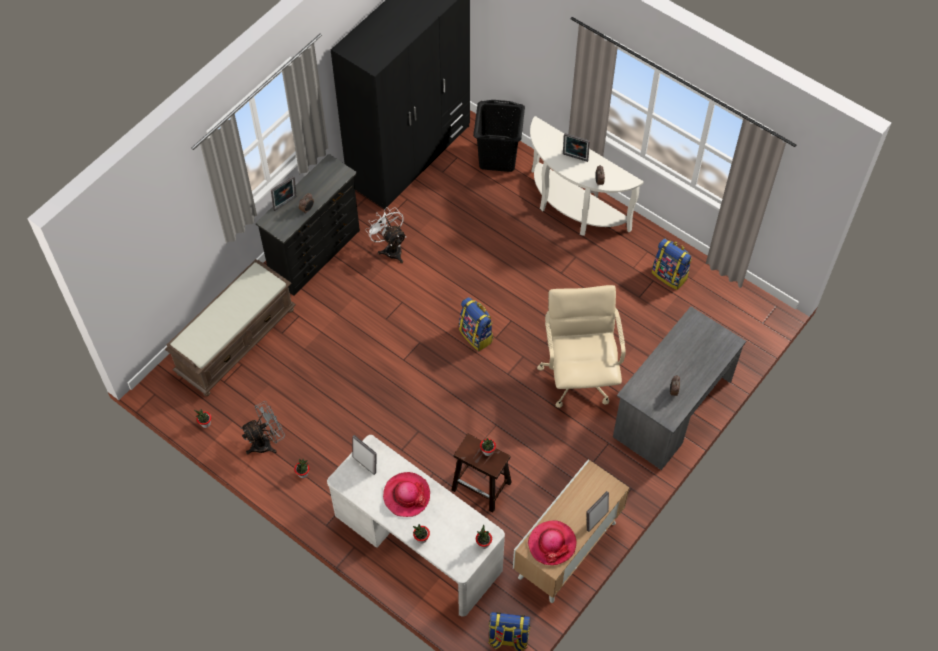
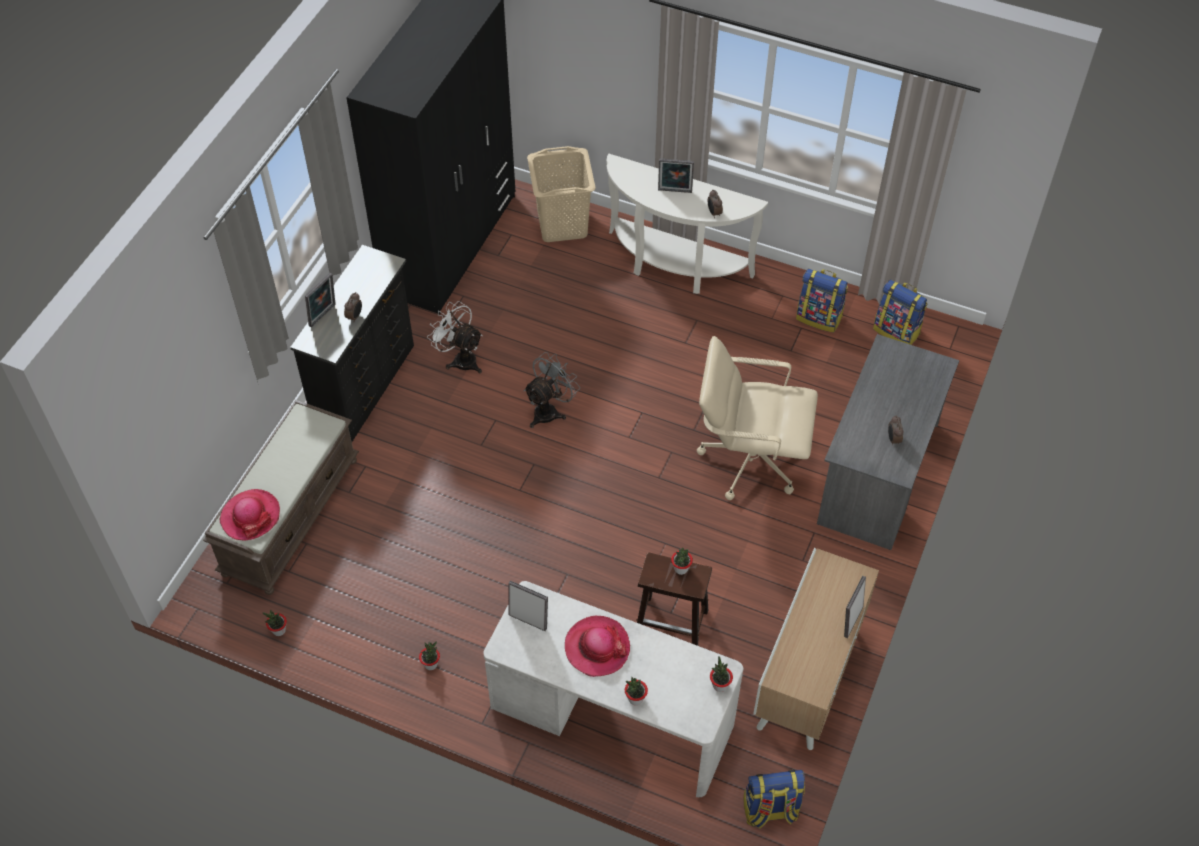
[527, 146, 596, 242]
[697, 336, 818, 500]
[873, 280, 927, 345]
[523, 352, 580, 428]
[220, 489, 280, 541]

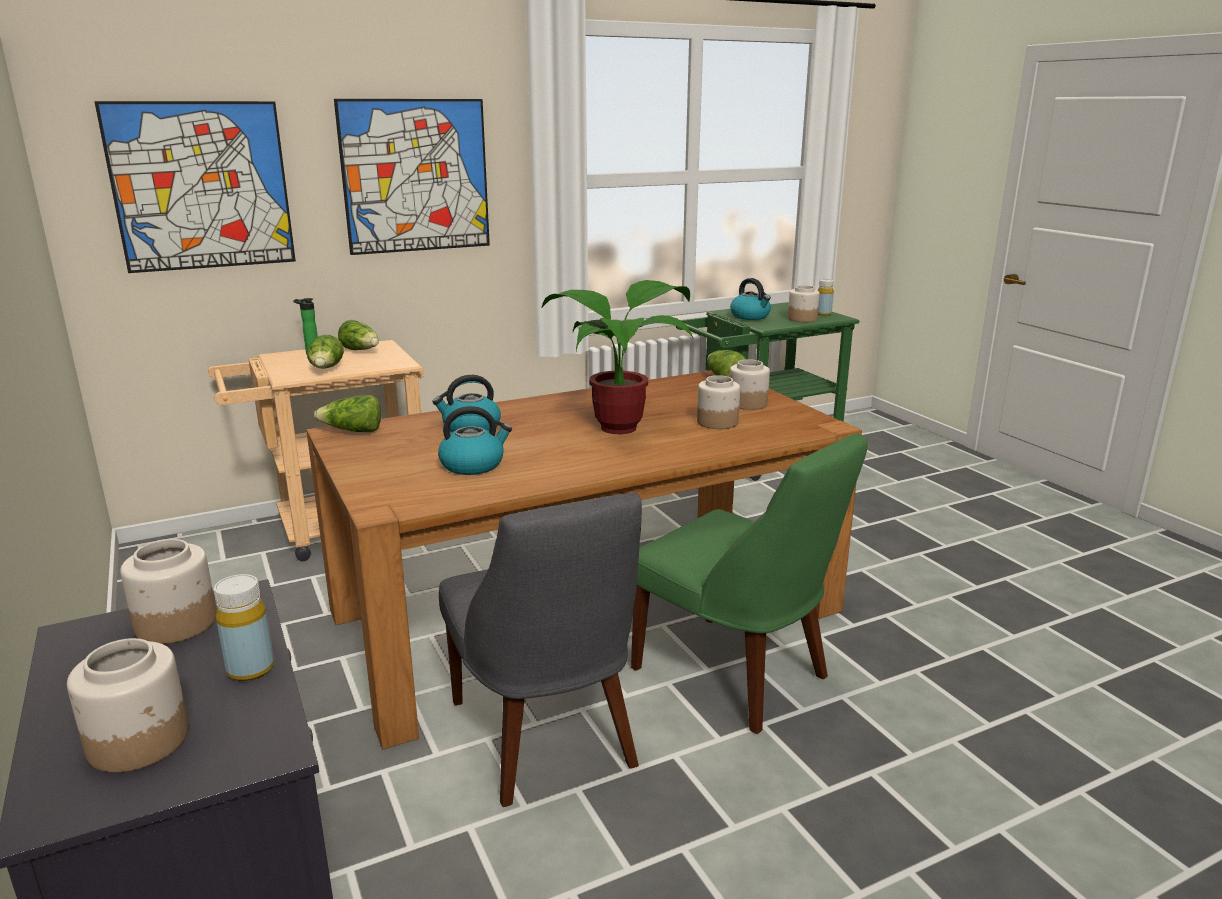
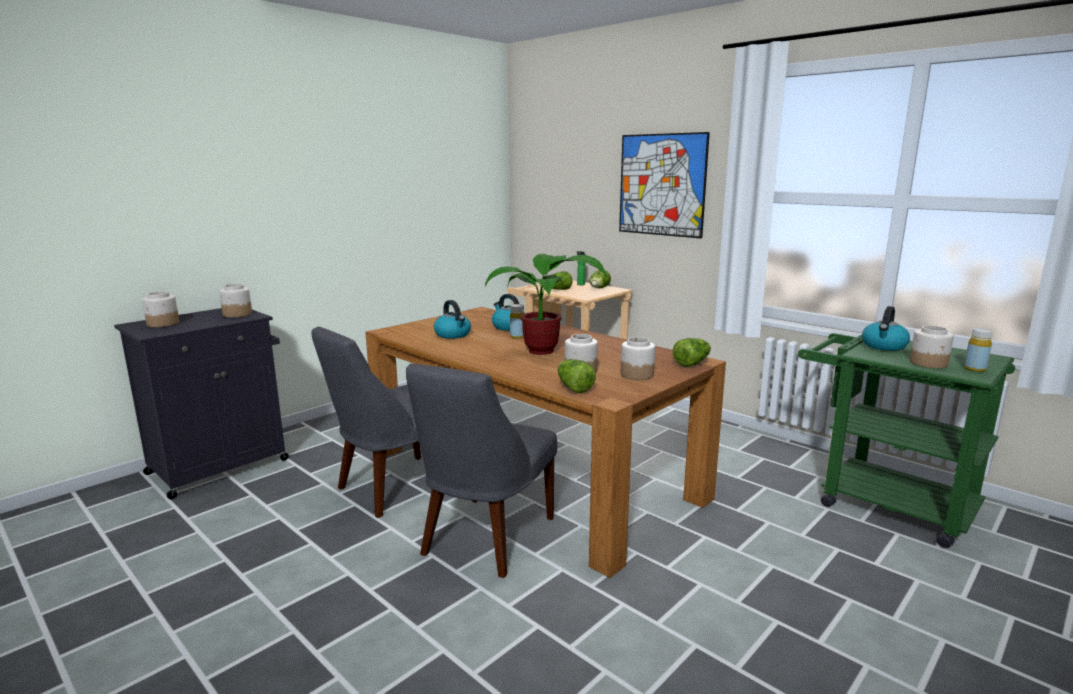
[94, 101, 296, 273] (first image)
[558, 359, 596, 393]
[406, 364, 557, 578]
[510, 304, 524, 339]

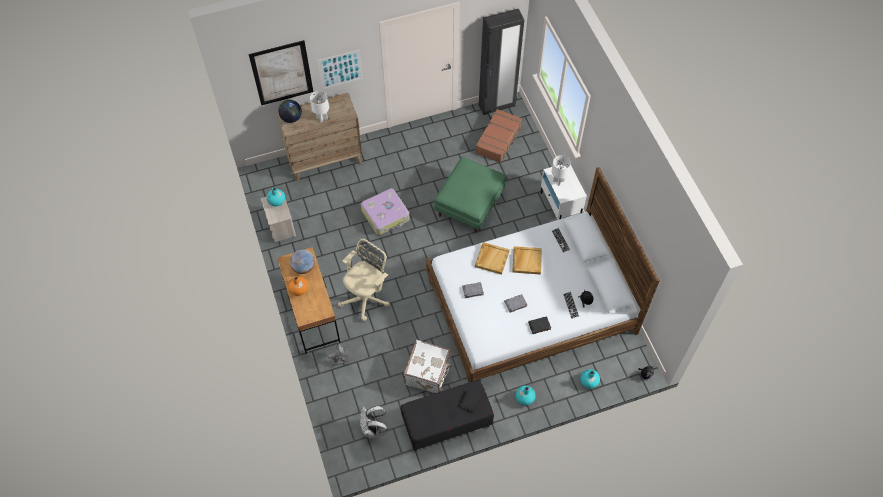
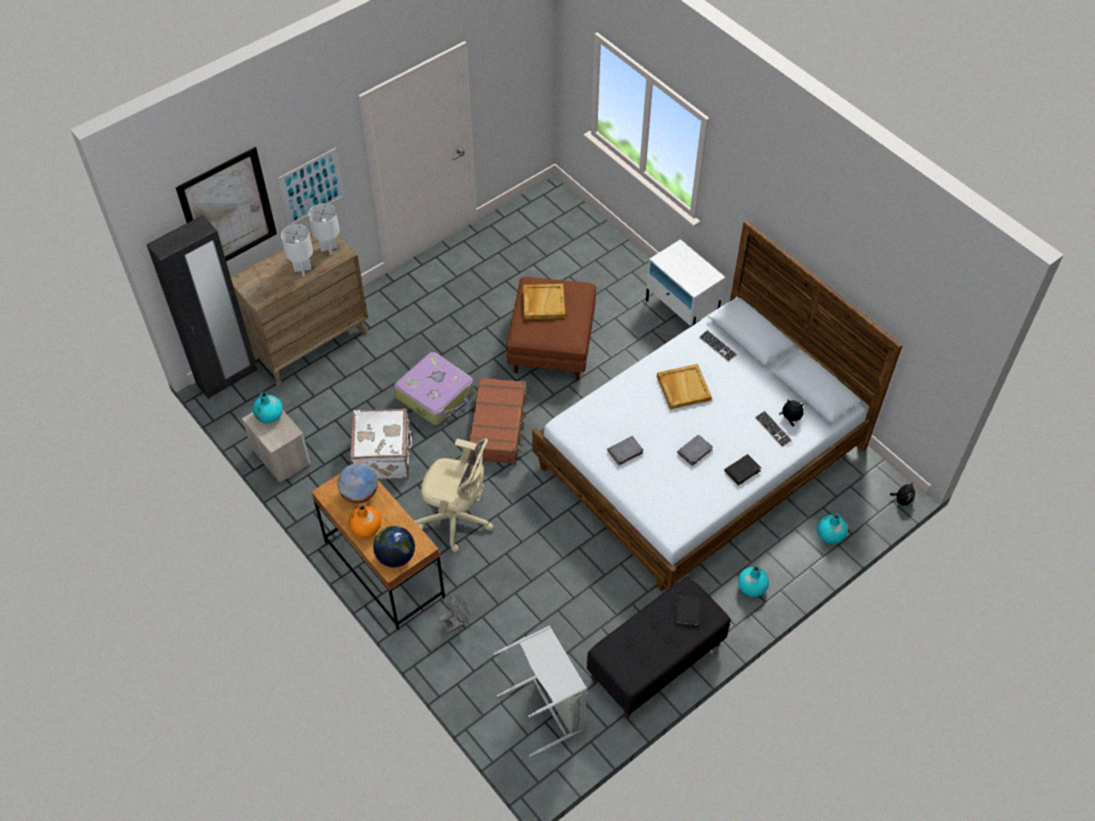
[146, 215, 257, 399]
[373, 526, 415, 567]
[469, 378, 529, 464]
[308, 203, 339, 255]
[507, 277, 596, 380]
[415, 438, 494, 553]
[523, 284, 565, 319]
[350, 409, 414, 480]
[494, 625, 587, 757]

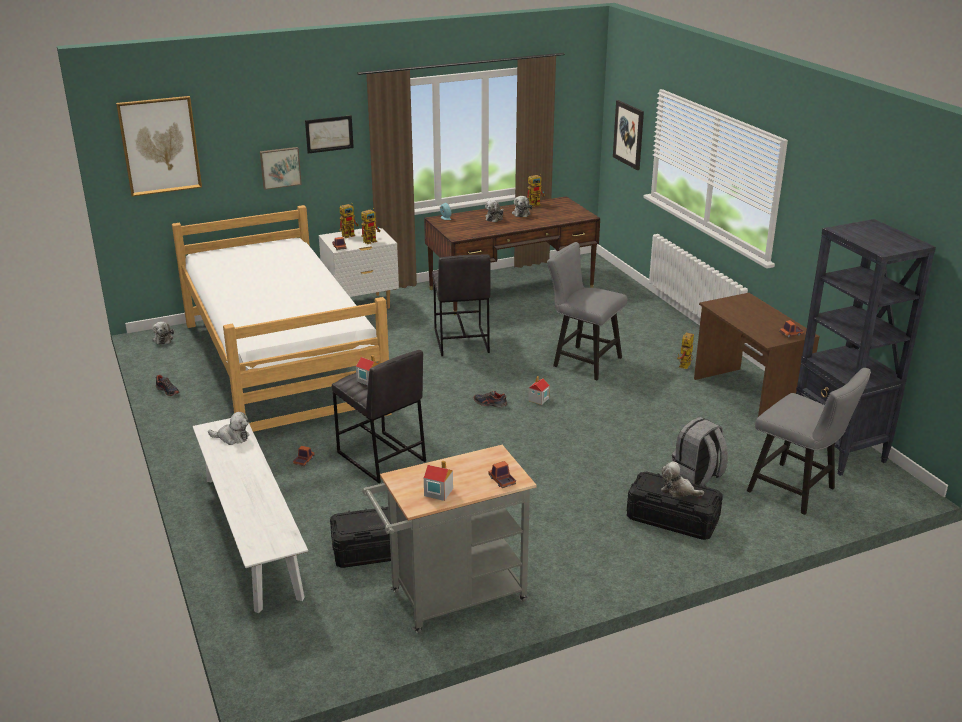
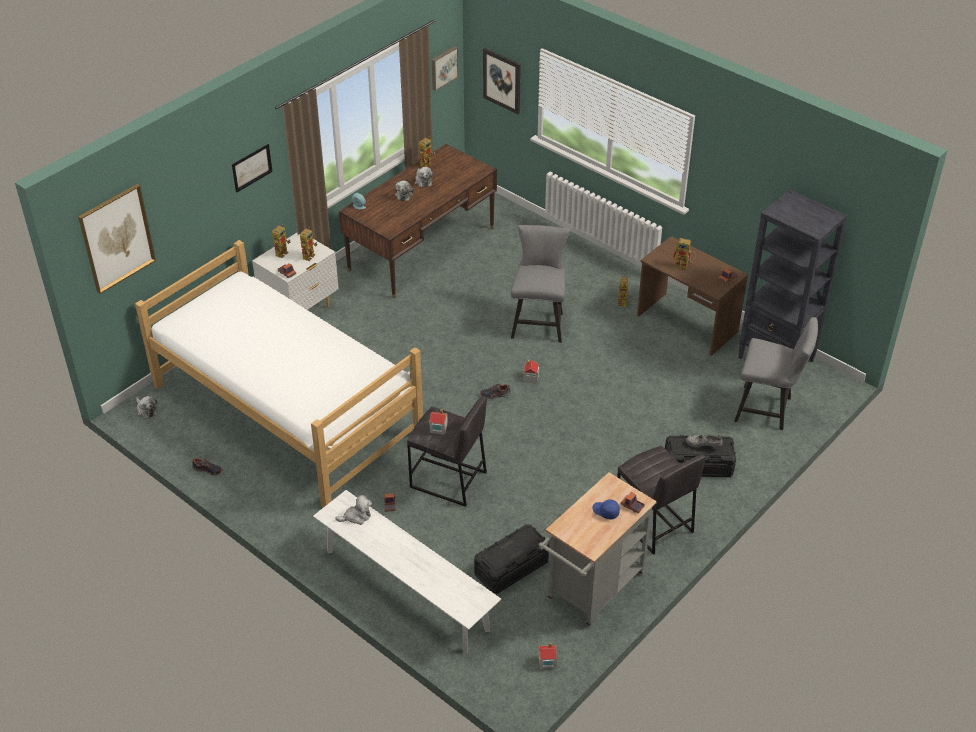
[432, 46, 458, 91]
[511, 225, 571, 343]
[617, 445, 706, 555]
[672, 417, 728, 486] (first image)
[538, 643, 557, 669]
[686, 434, 723, 450]
[672, 238, 695, 270]
[593, 499, 620, 519]

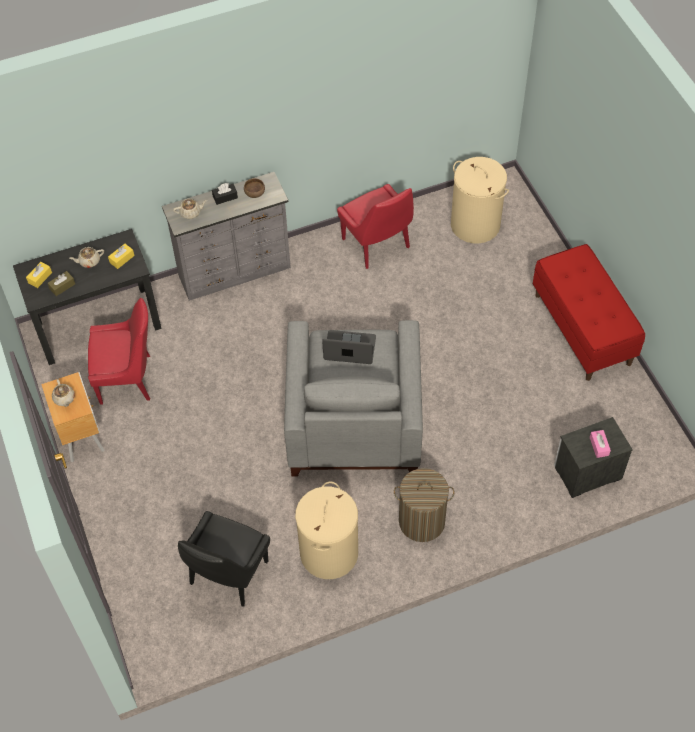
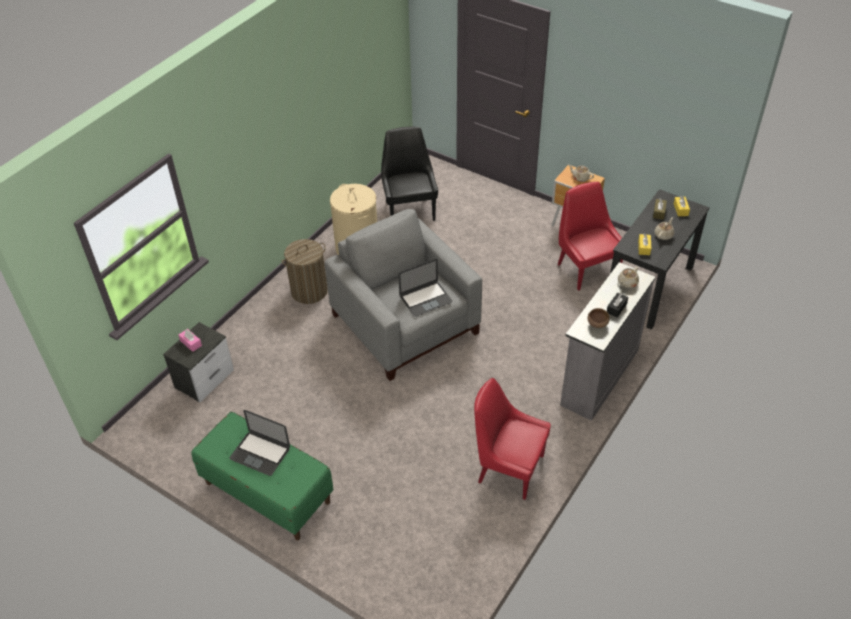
[451, 157, 509, 244] (first image)
[191, 412, 334, 540]
[558, 182, 623, 291]
[229, 410, 290, 476]

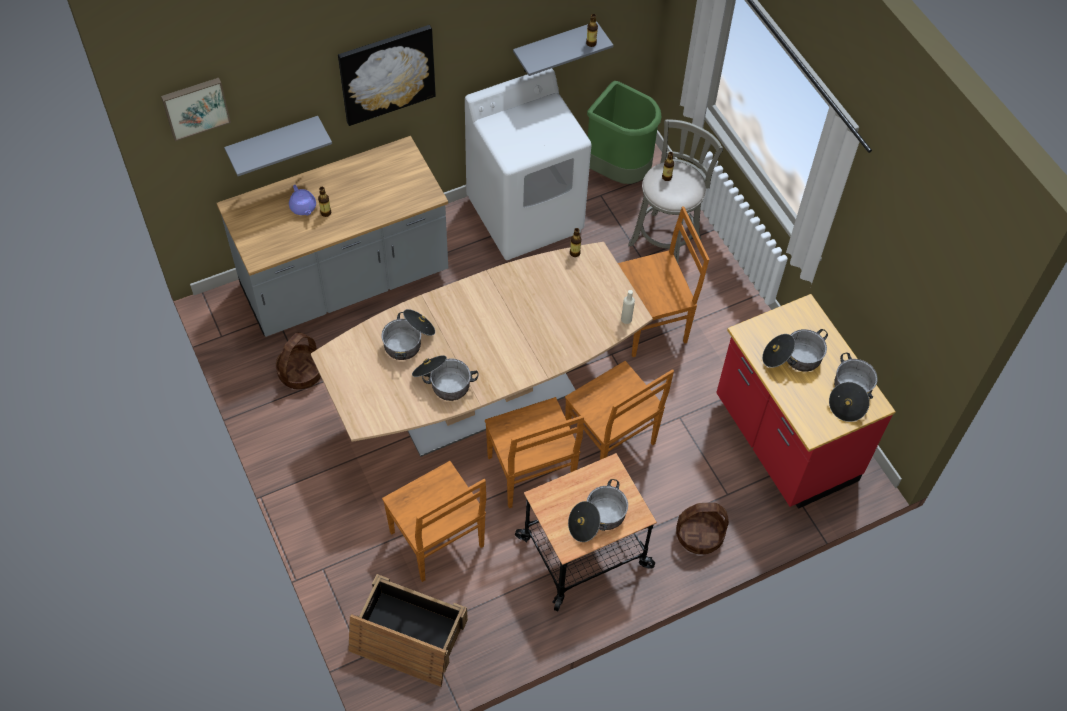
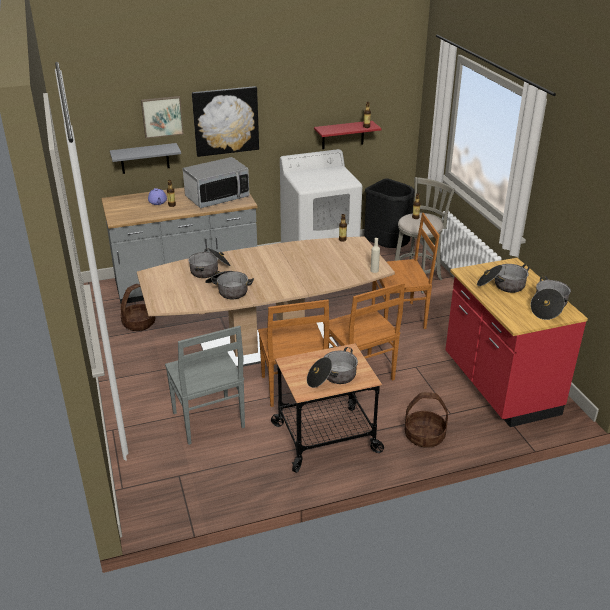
[314, 121, 382, 149]
[141, 96, 184, 138]
[364, 178, 414, 248]
[165, 326, 245, 445]
[348, 574, 468, 687] (first image)
[183, 157, 250, 208]

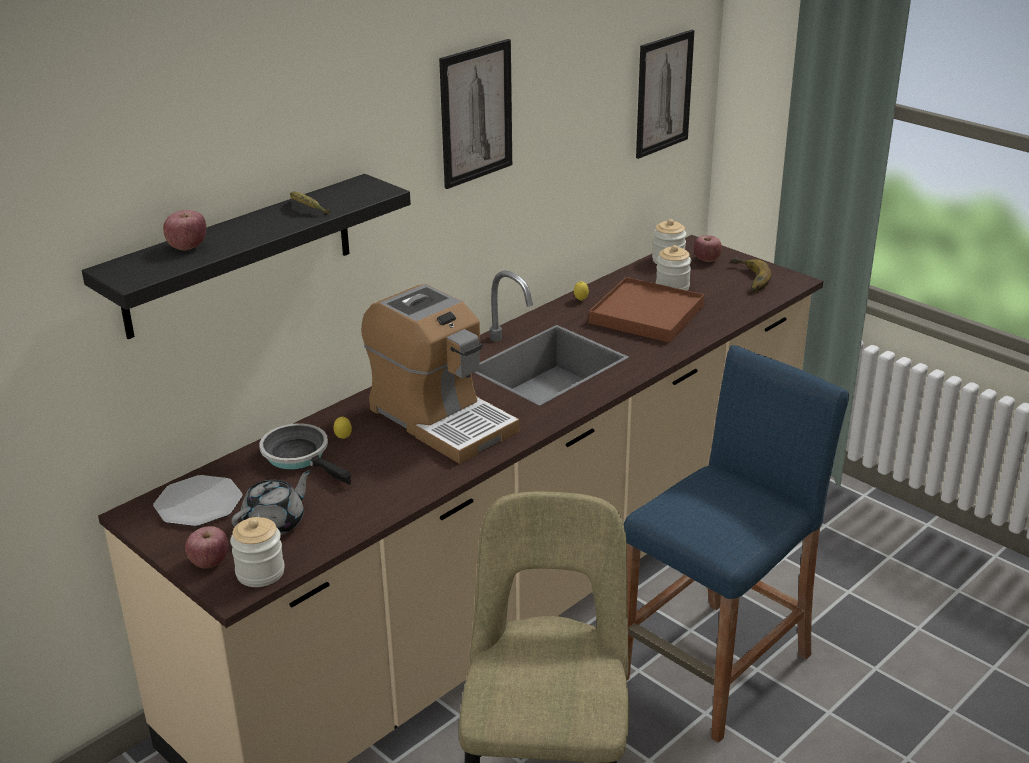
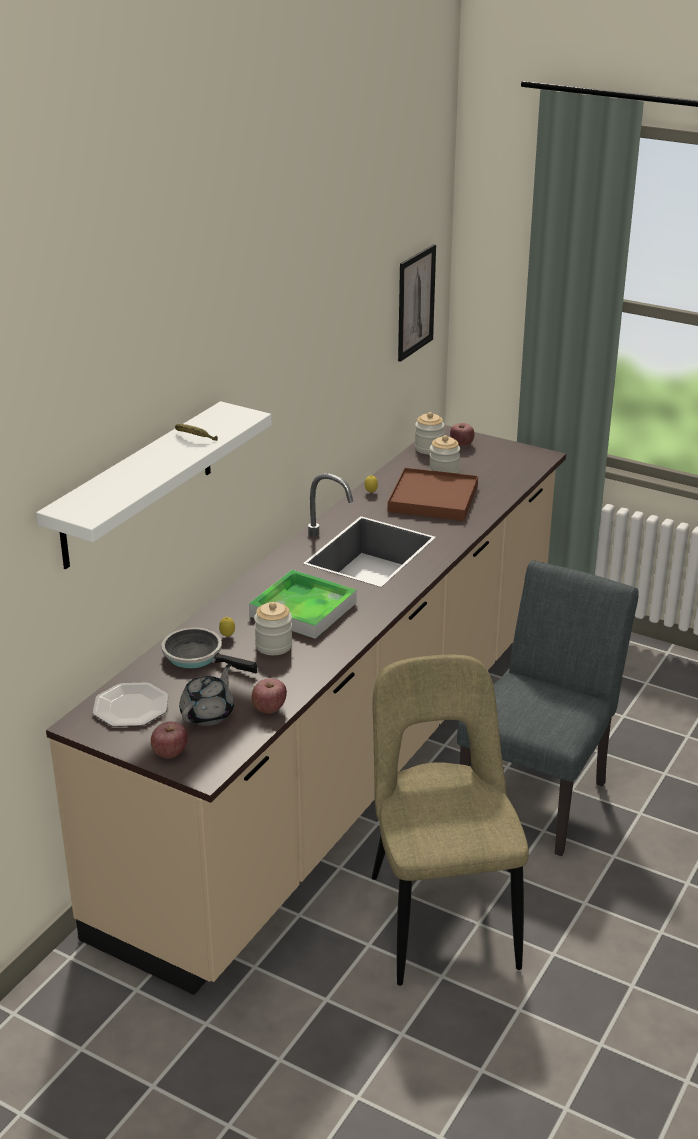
[439, 39, 512, 189] (first image)
[36, 401, 272, 569]
[252, 678, 287, 713]
[731, 257, 772, 293] (first image)
[249, 570, 357, 639]
[457, 560, 639, 856]
[254, 602, 293, 655]

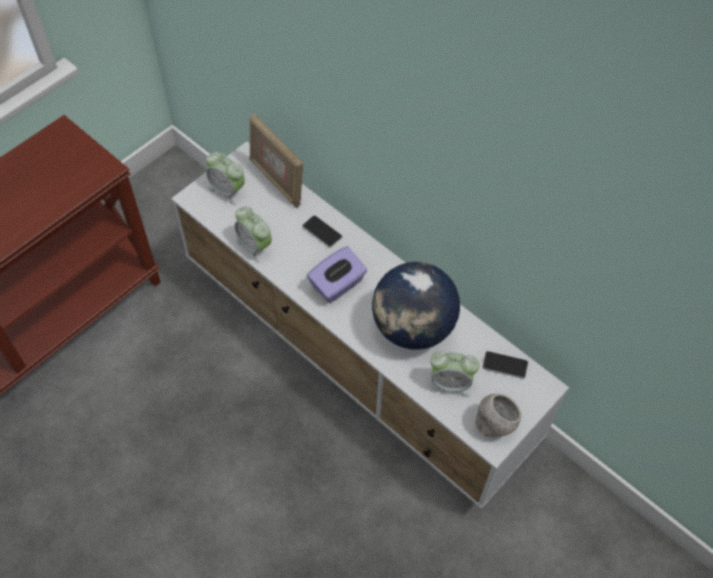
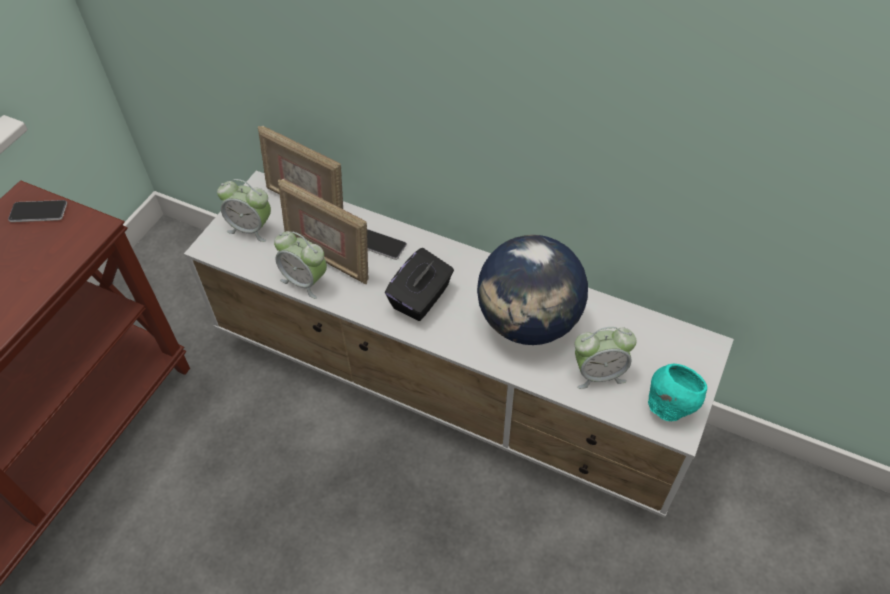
[385, 248, 454, 321]
[8, 200, 67, 222]
[648, 364, 707, 422]
[278, 179, 368, 284]

